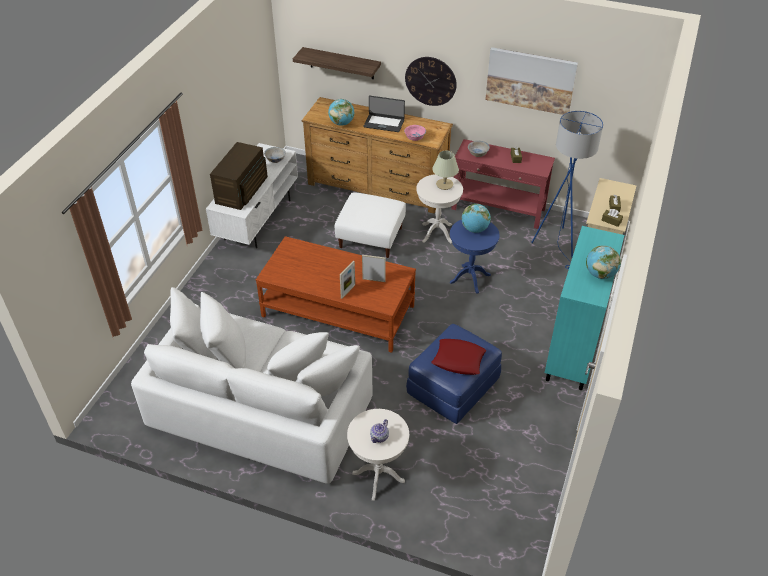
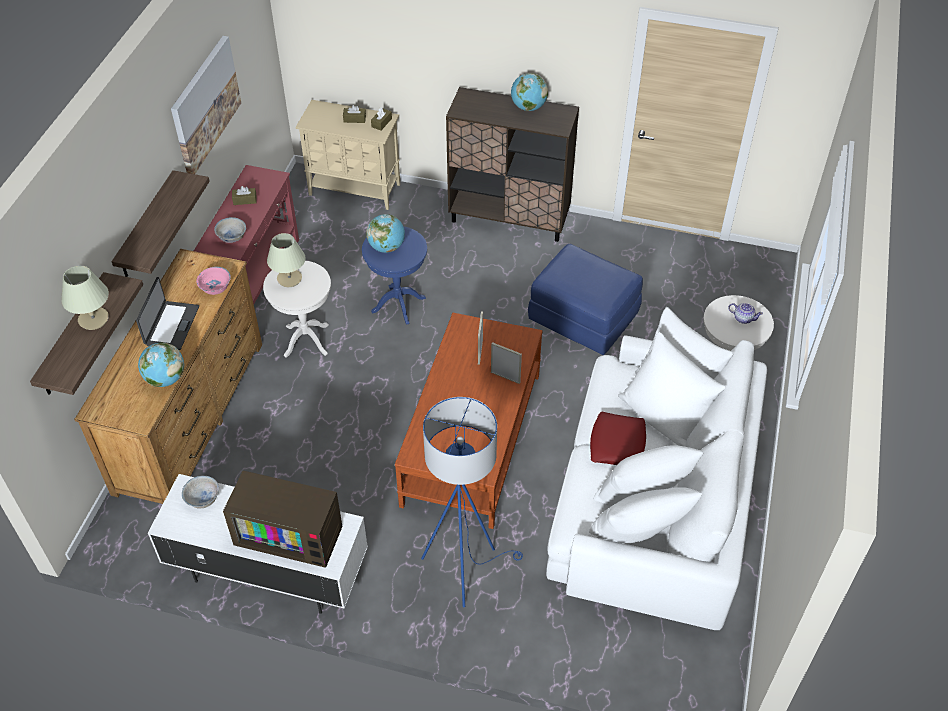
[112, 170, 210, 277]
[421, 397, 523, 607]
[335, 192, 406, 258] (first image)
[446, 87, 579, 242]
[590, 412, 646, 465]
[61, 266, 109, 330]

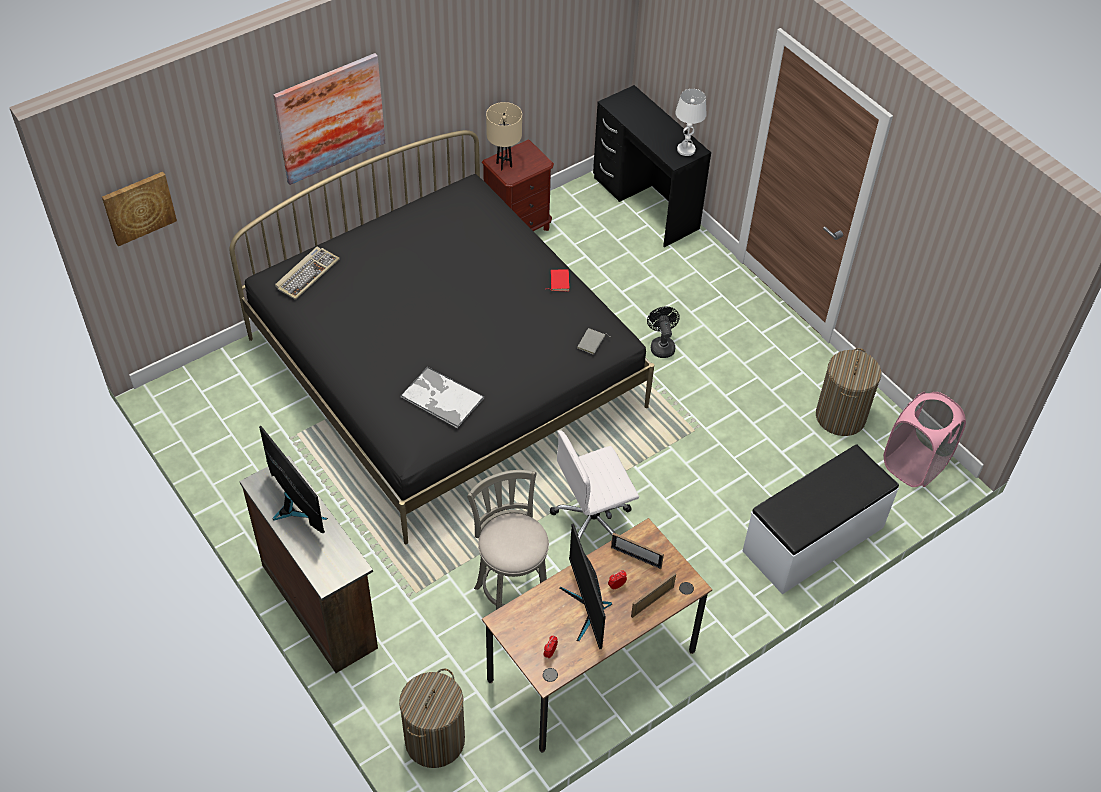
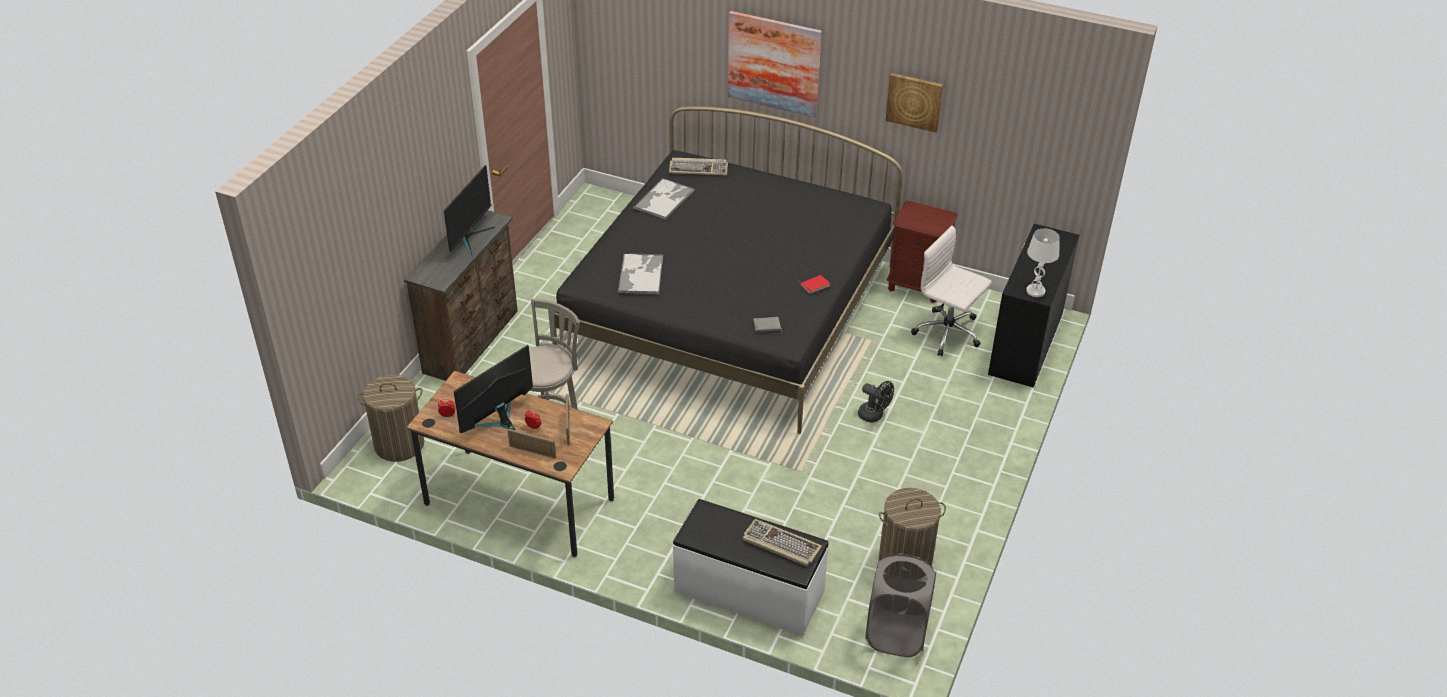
[486, 102, 522, 171] (first image)
[886, 73, 943, 133]
[858, 381, 894, 422]
[866, 553, 936, 657]
[911, 226, 992, 356]
[633, 178, 694, 220]
[743, 519, 822, 566]

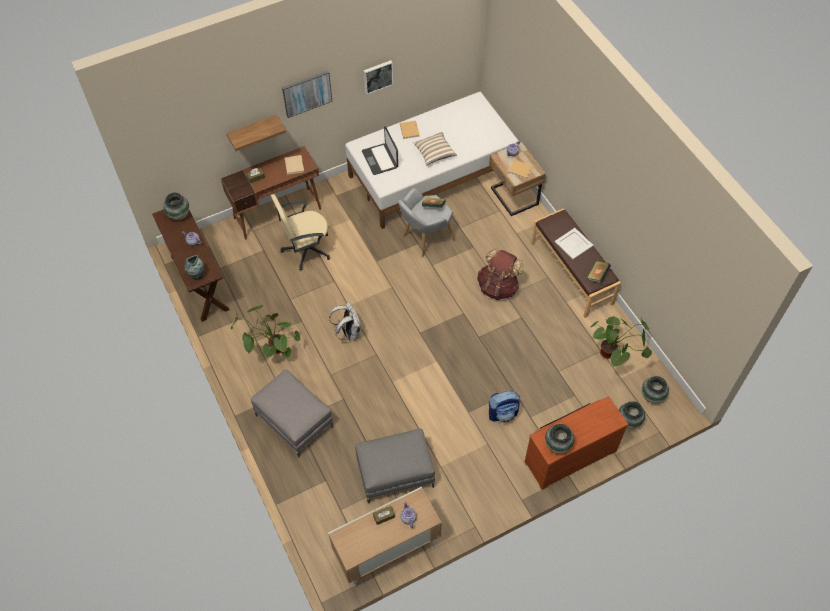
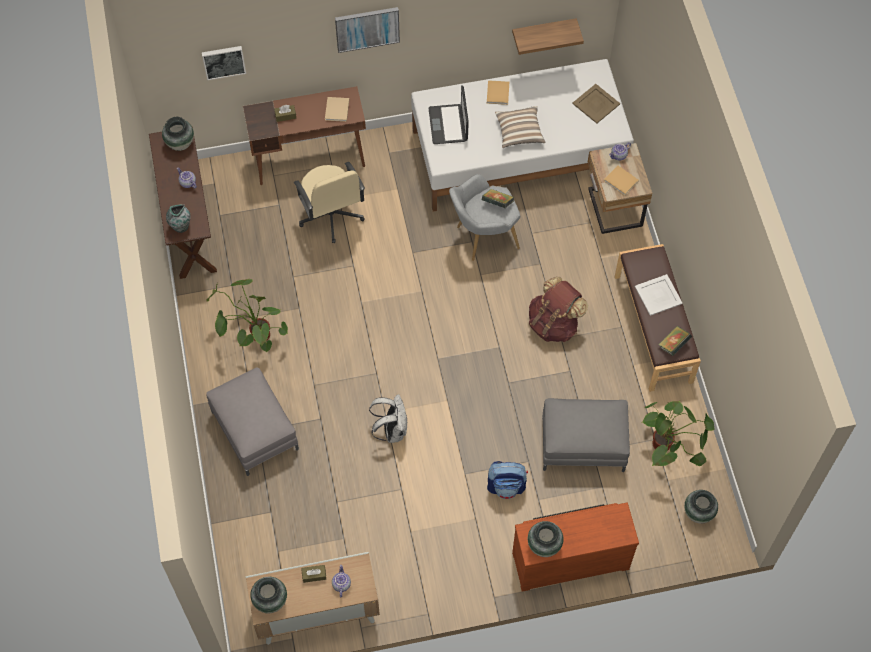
[202, 46, 246, 80]
[512, 18, 584, 55]
[294, 162, 365, 243]
[369, 394, 407, 443]
[250, 577, 287, 613]
[542, 398, 630, 472]
[572, 84, 620, 123]

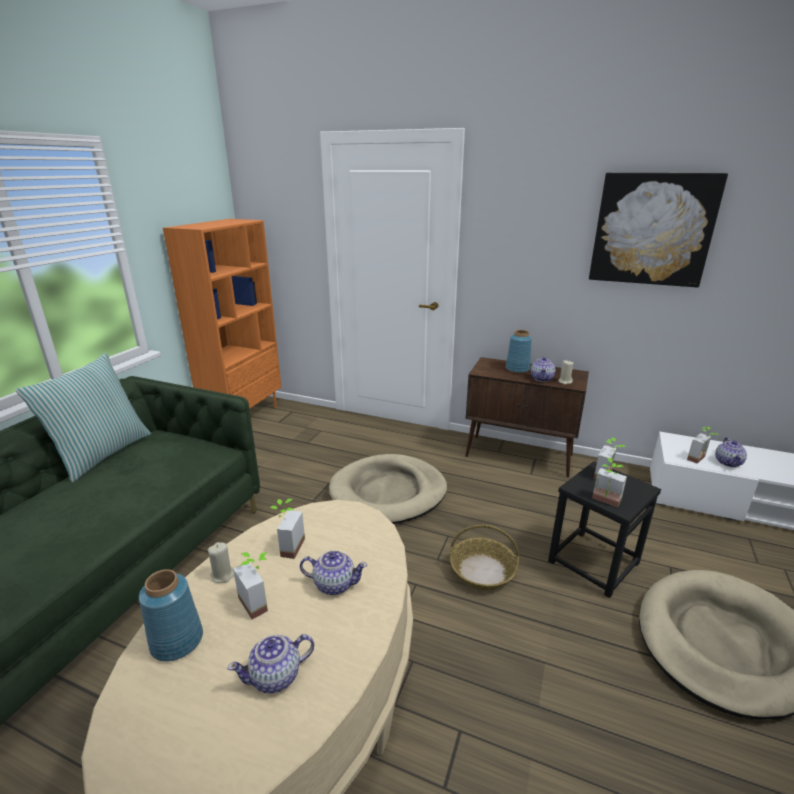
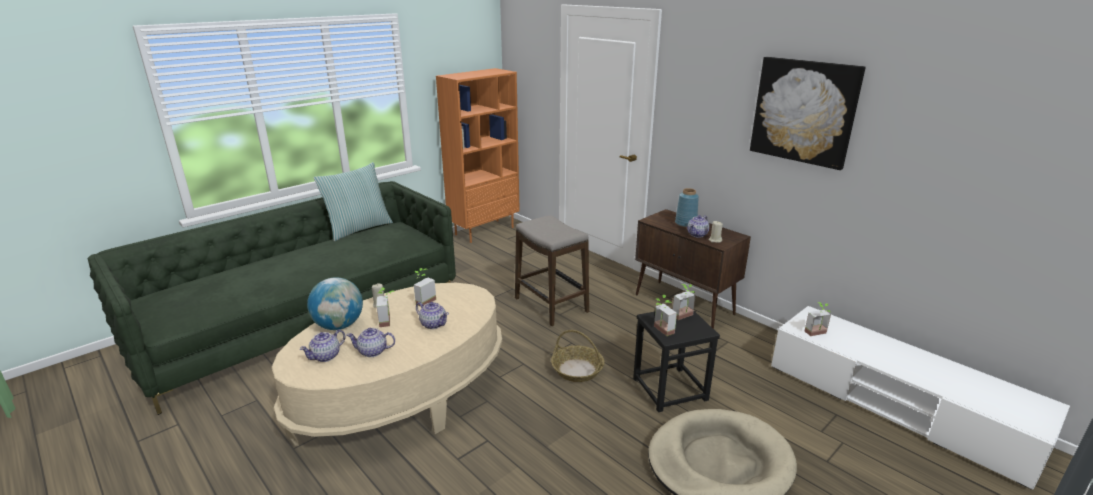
[300, 330, 345, 362]
[515, 215, 589, 326]
[307, 277, 363, 330]

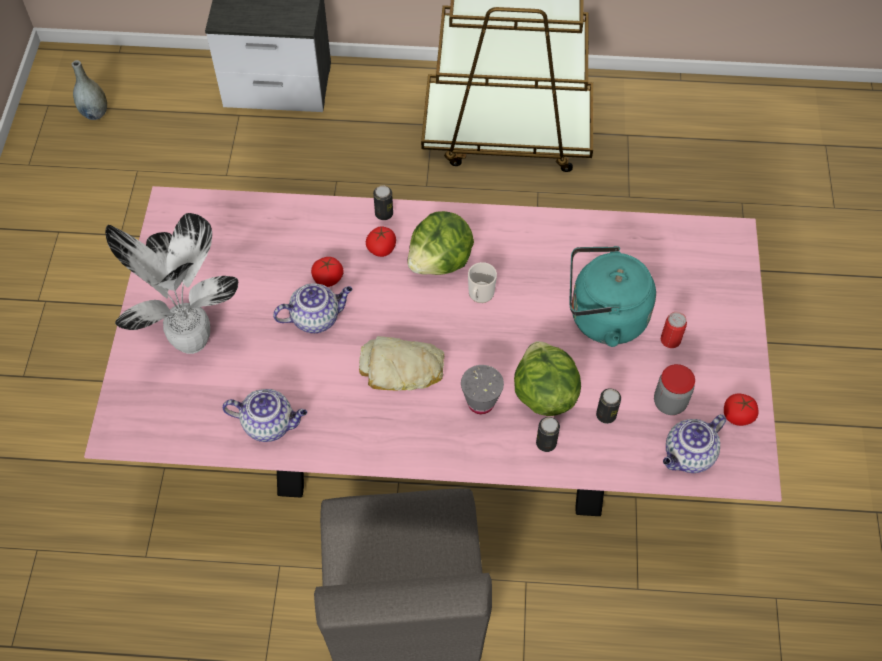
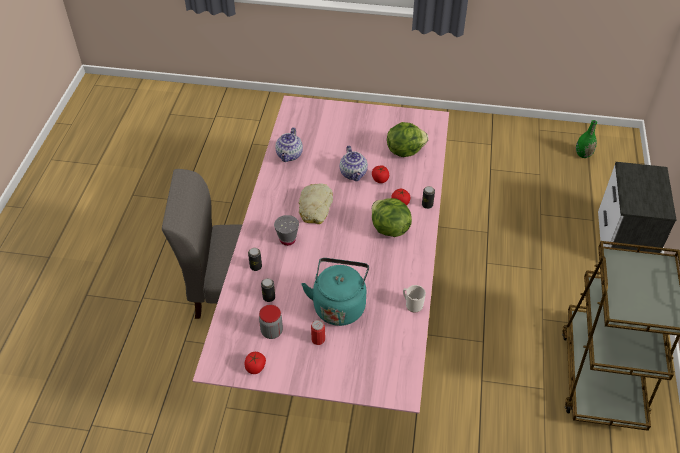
[576, 120, 597, 158]
[105, 213, 238, 354] (first image)
[403, 285, 426, 312]
[387, 122, 428, 157]
[663, 414, 726, 473] (first image)

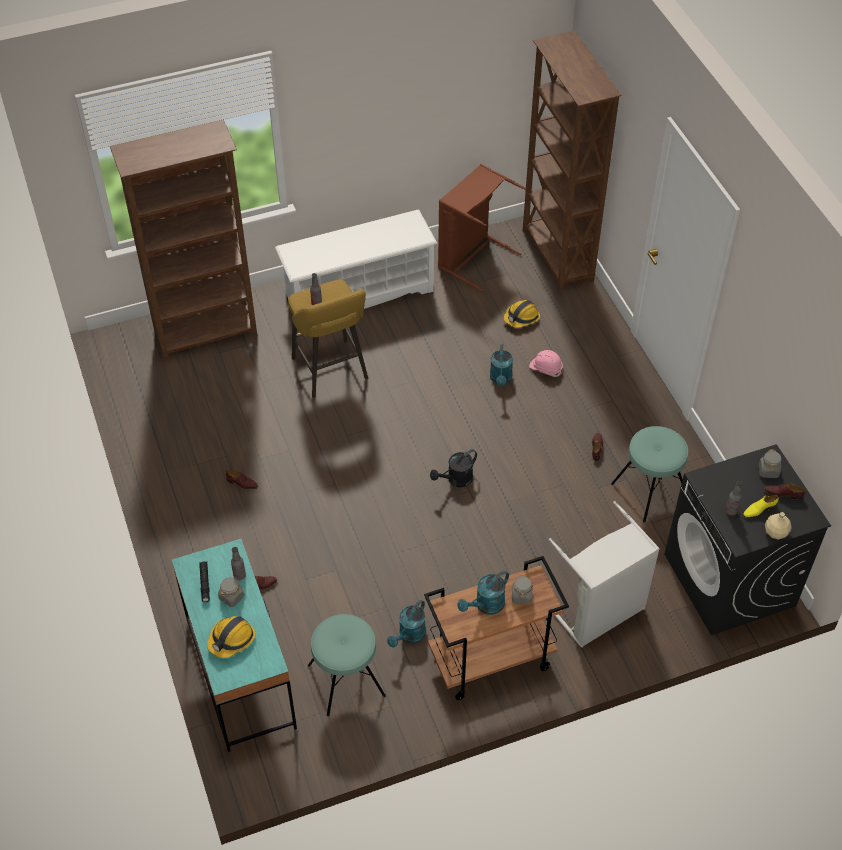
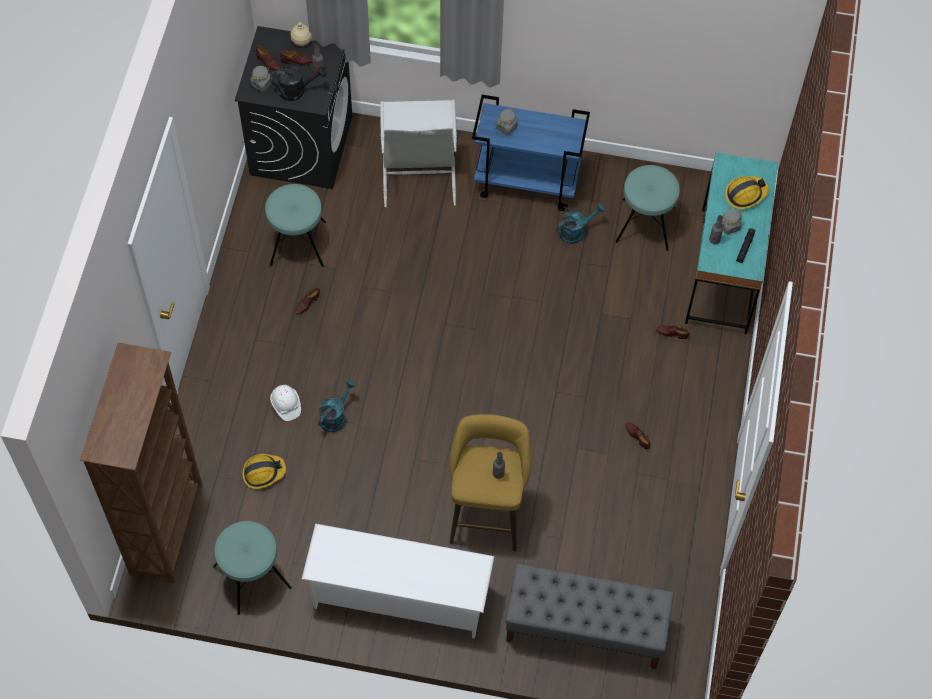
[505, 564, 674, 669]
[213, 521, 292, 615]
[270, 385, 301, 421]
[270, 66, 326, 101]
[280, 50, 313, 66]
[472, 95, 590, 211]
[457, 570, 509, 615] (first image)

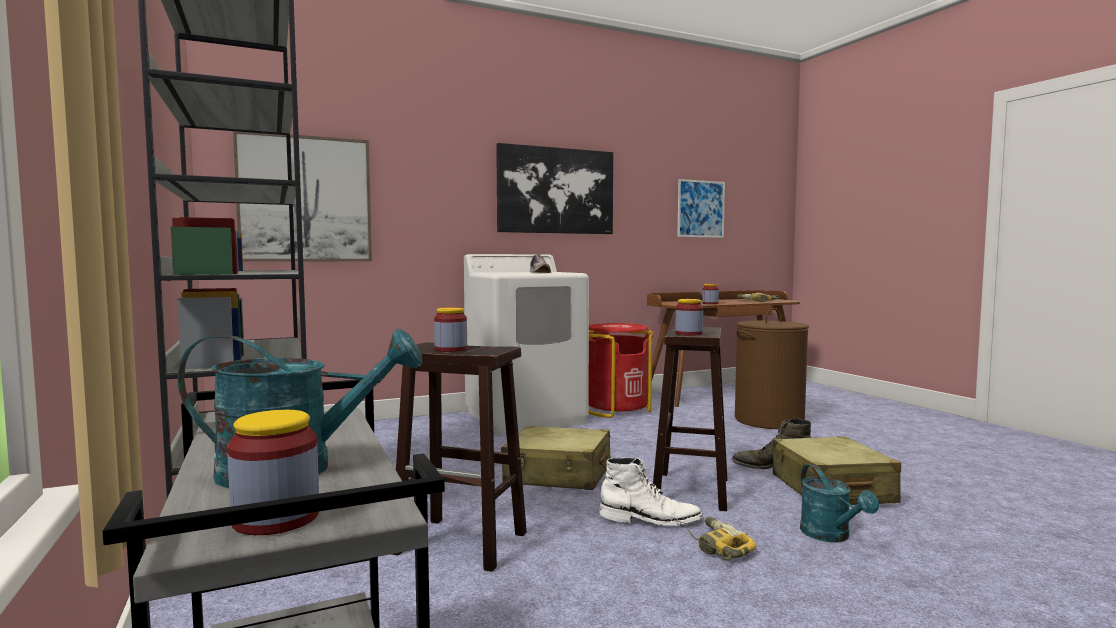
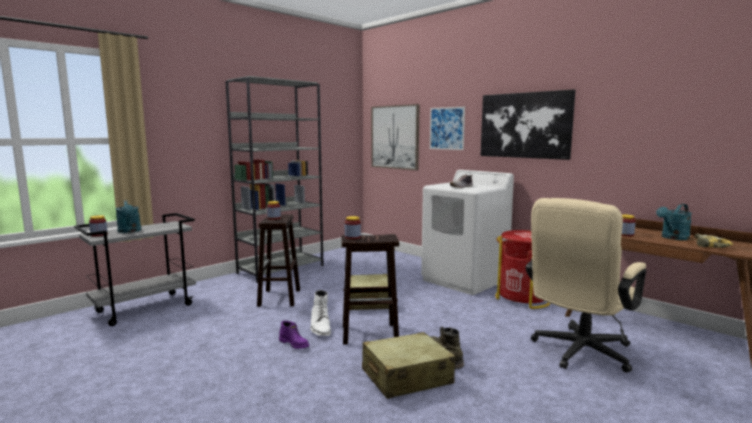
[430, 107, 465, 150]
[526, 198, 646, 373]
[656, 204, 692, 240]
[279, 321, 309, 349]

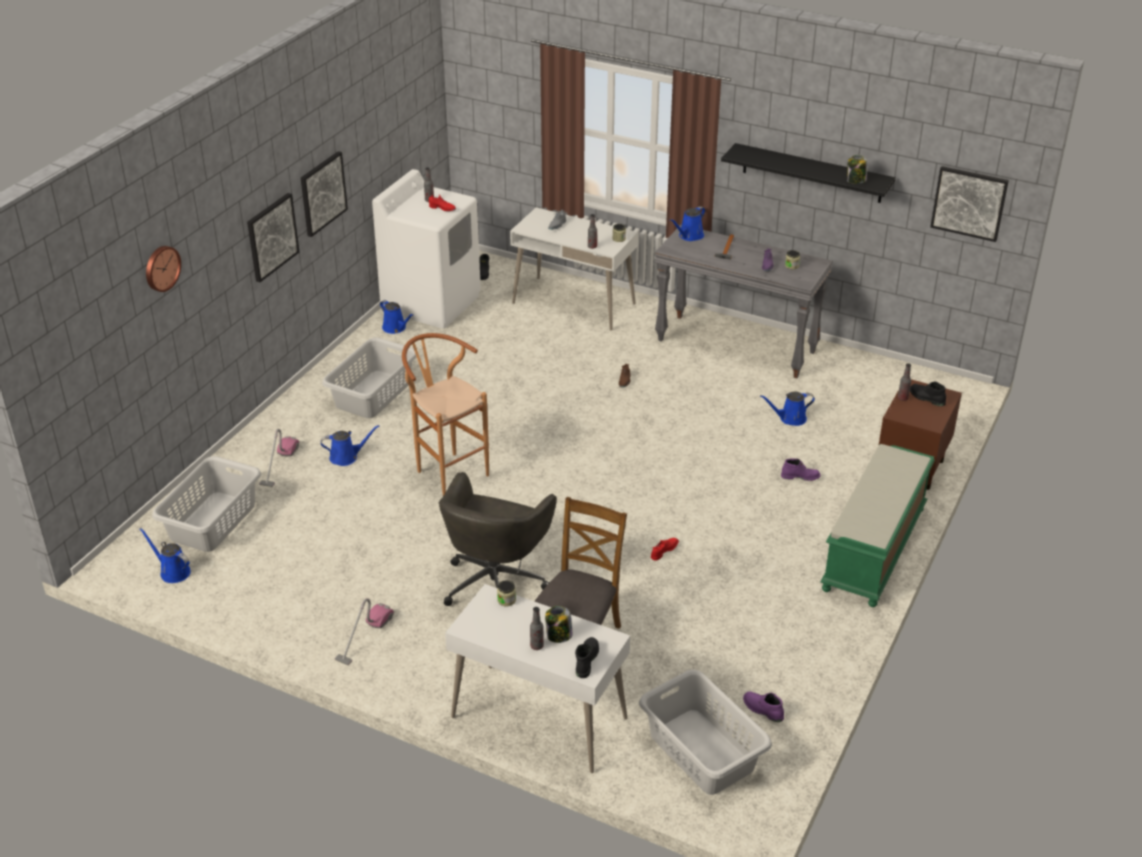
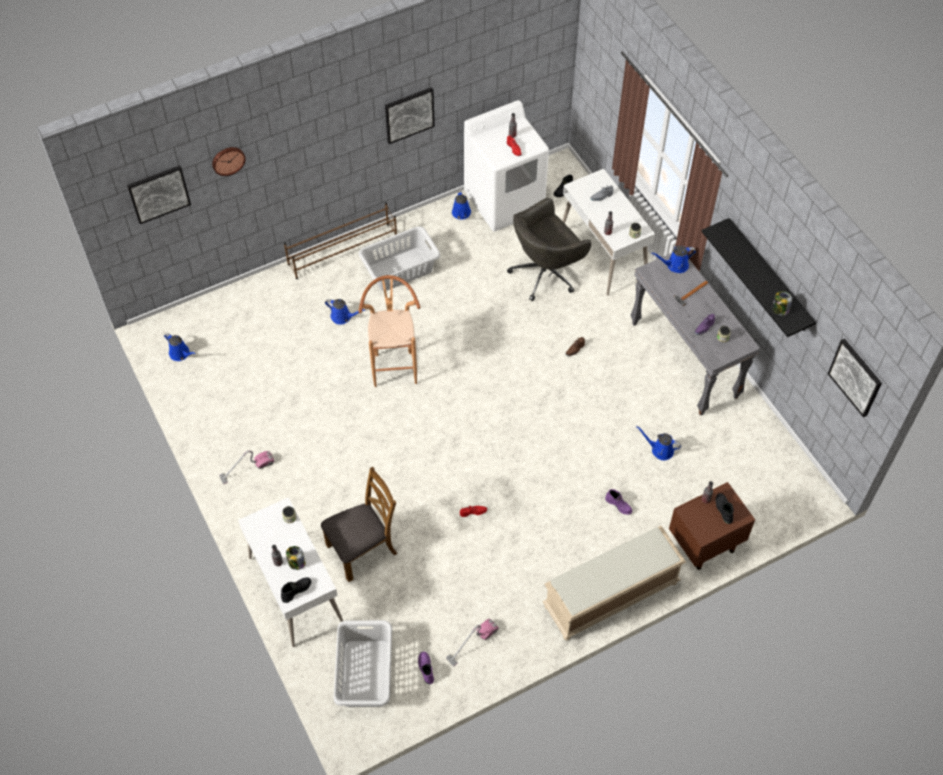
[127, 165, 191, 224]
[446, 618, 499, 666]
[542, 526, 686, 640]
[152, 456, 261, 552] (first image)
[507, 198, 591, 301]
[164, 333, 196, 361]
[284, 202, 397, 279]

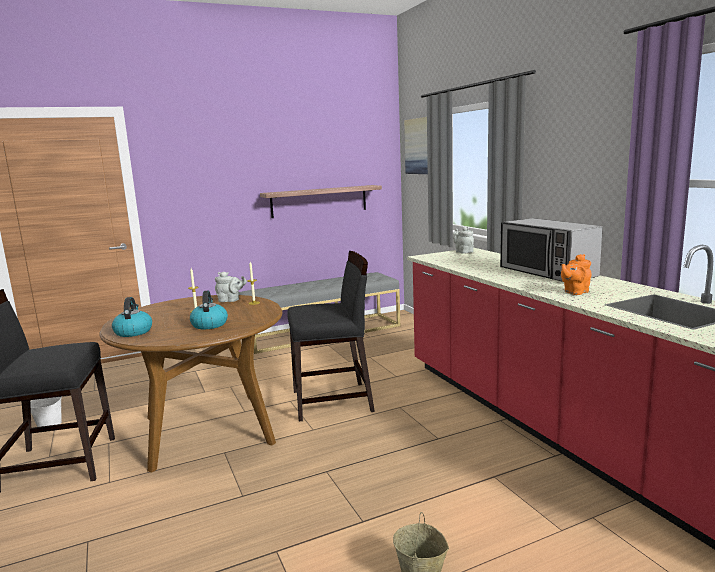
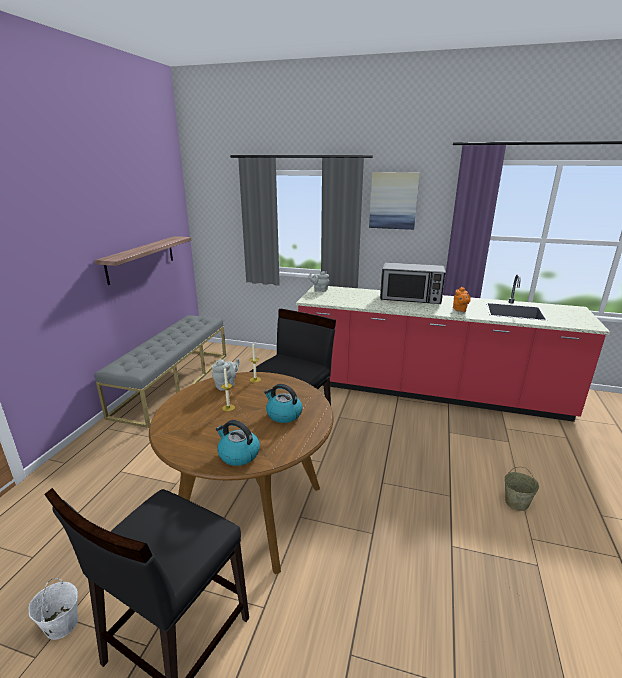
[369, 172, 420, 230]

